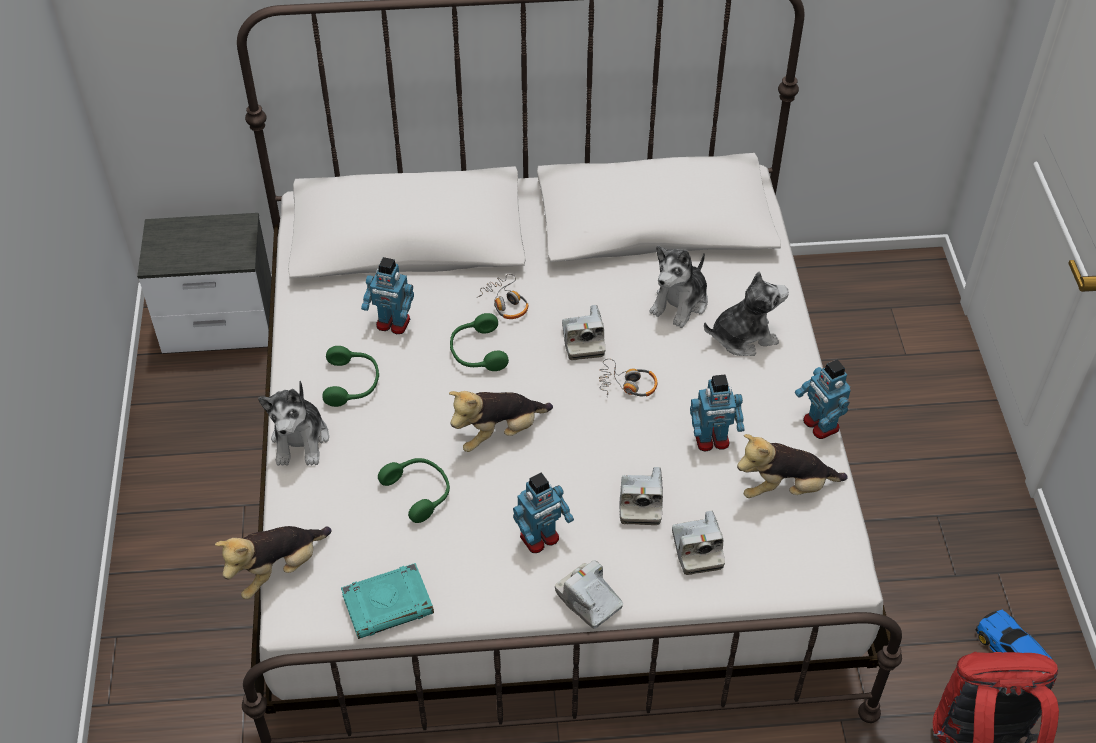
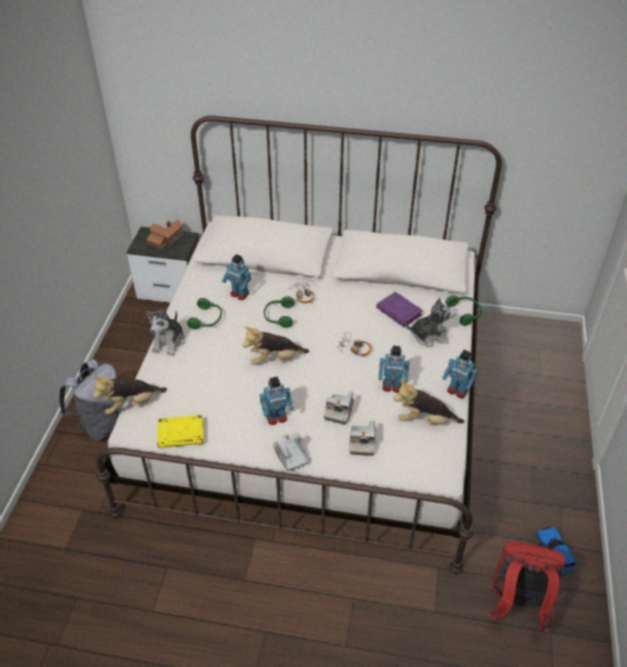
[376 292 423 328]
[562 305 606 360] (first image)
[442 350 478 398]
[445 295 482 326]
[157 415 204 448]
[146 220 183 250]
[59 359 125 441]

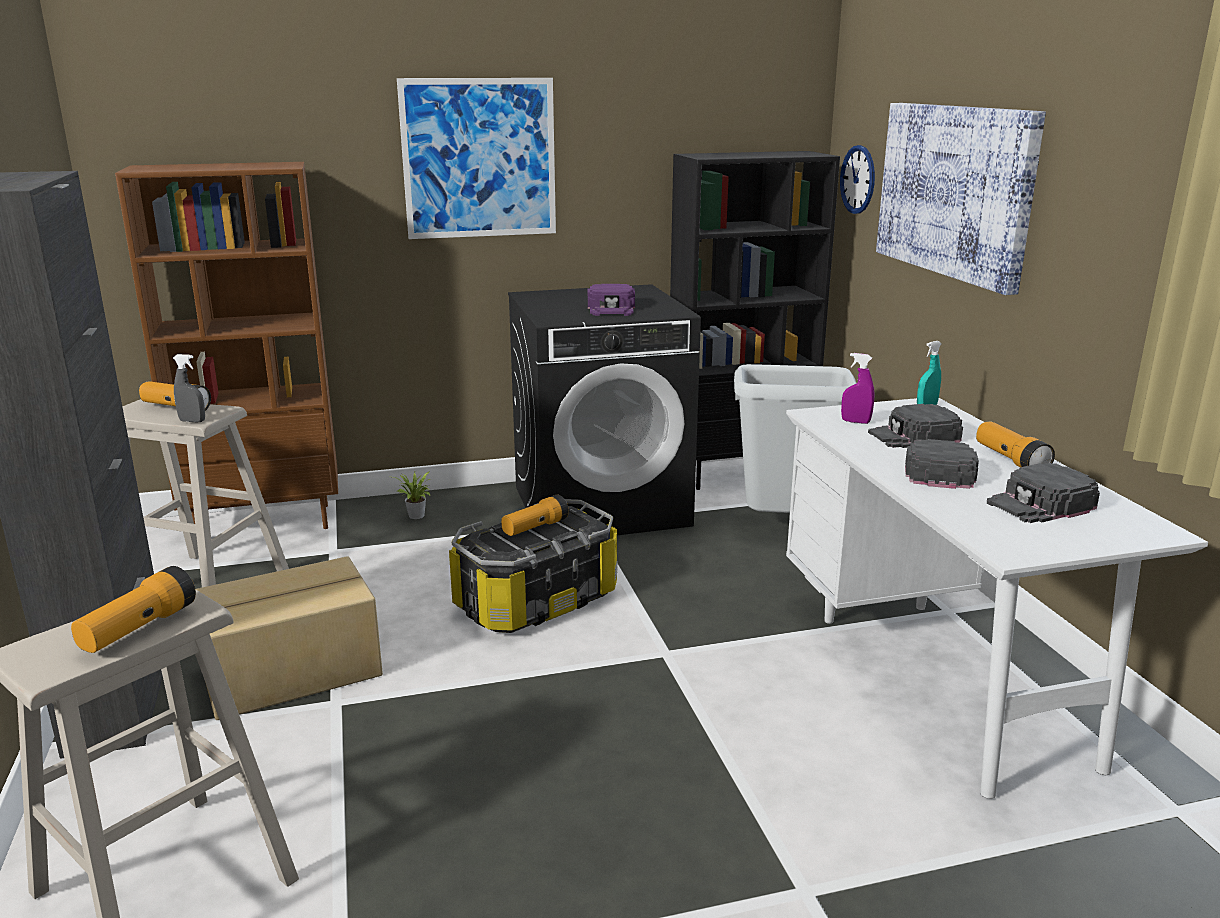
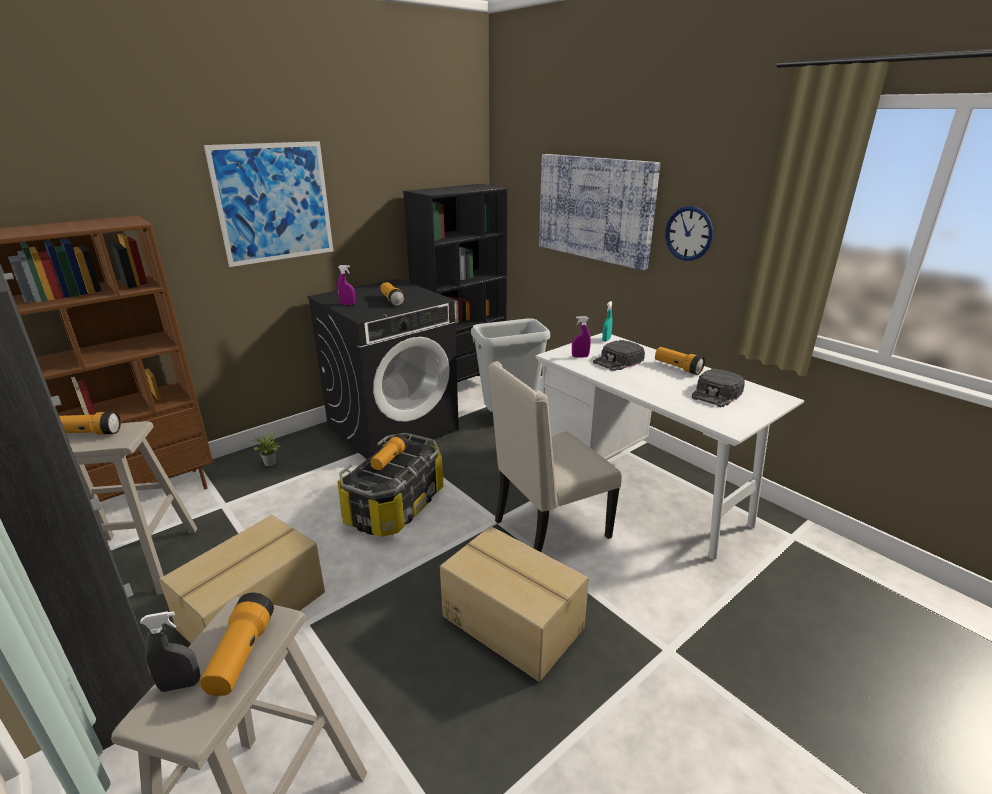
[665 206 713 261]
[380 282 406 306]
[140 611 200 692]
[905 439 979 489] (first image)
[338 265 355 305]
[488 361 622 552]
[440 526 589 682]

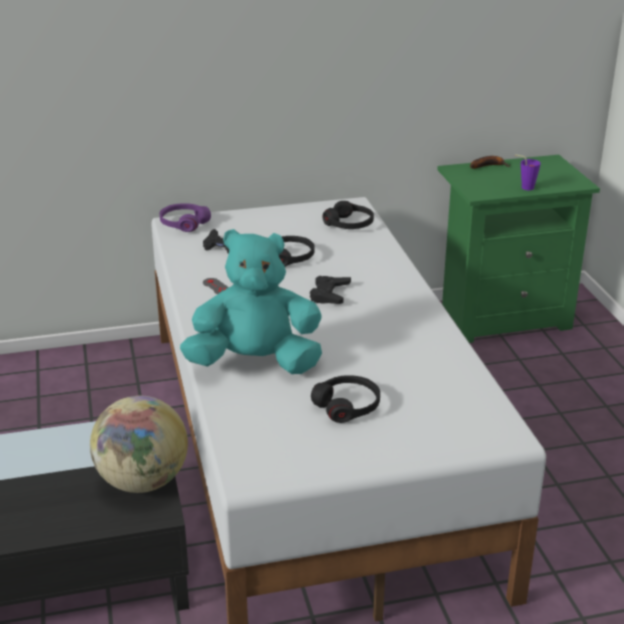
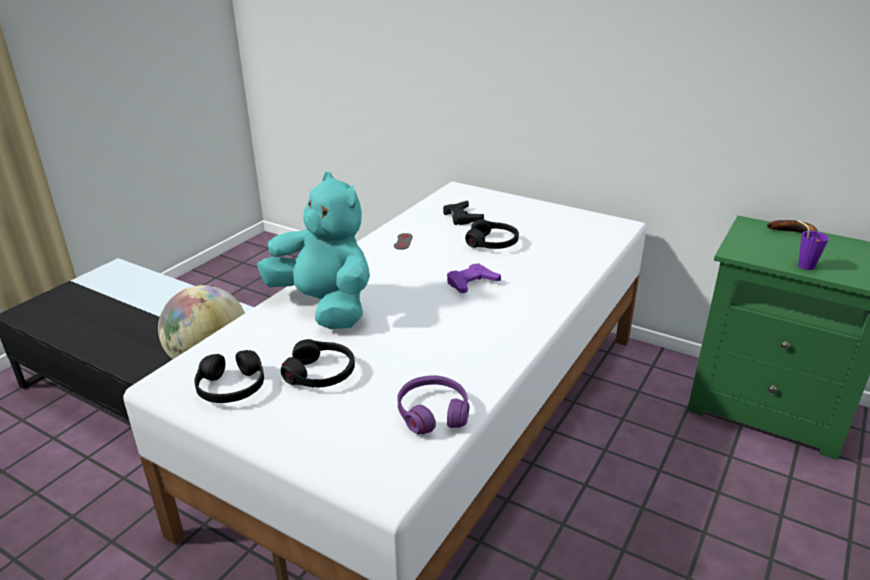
[194 350 264 403]
[398 375 469 434]
[447 263 501 294]

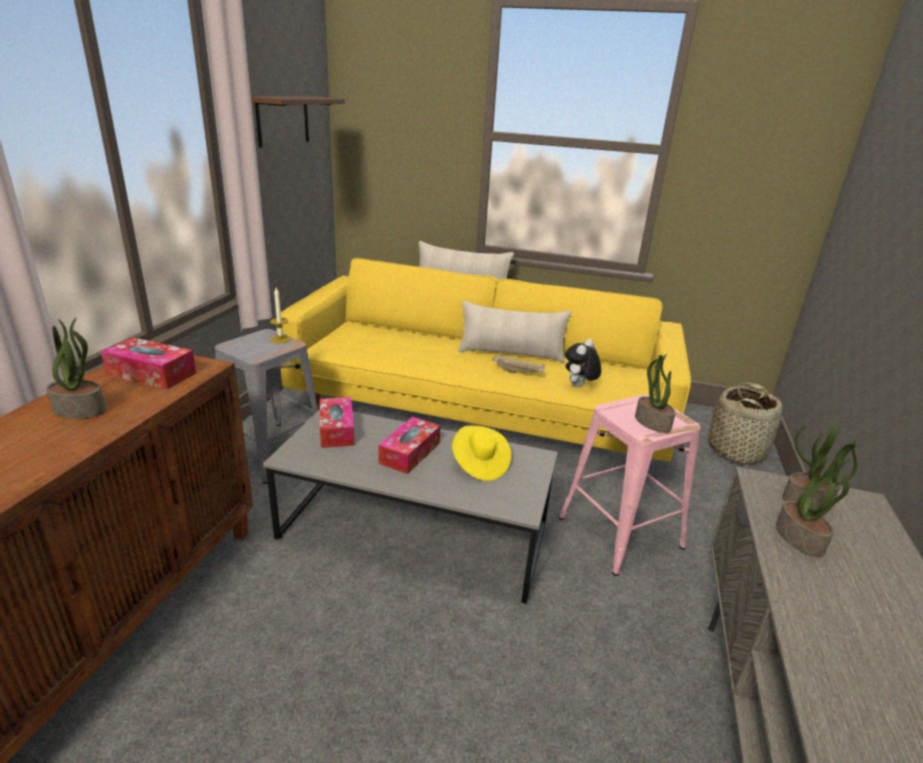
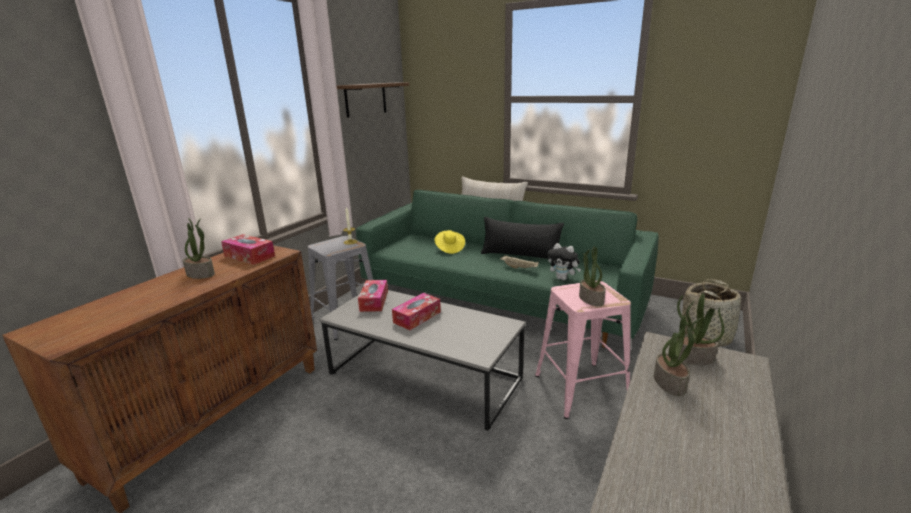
[356 190 659 348]
[481 217 564 259]
[548 243 581 280]
[434 230 465 254]

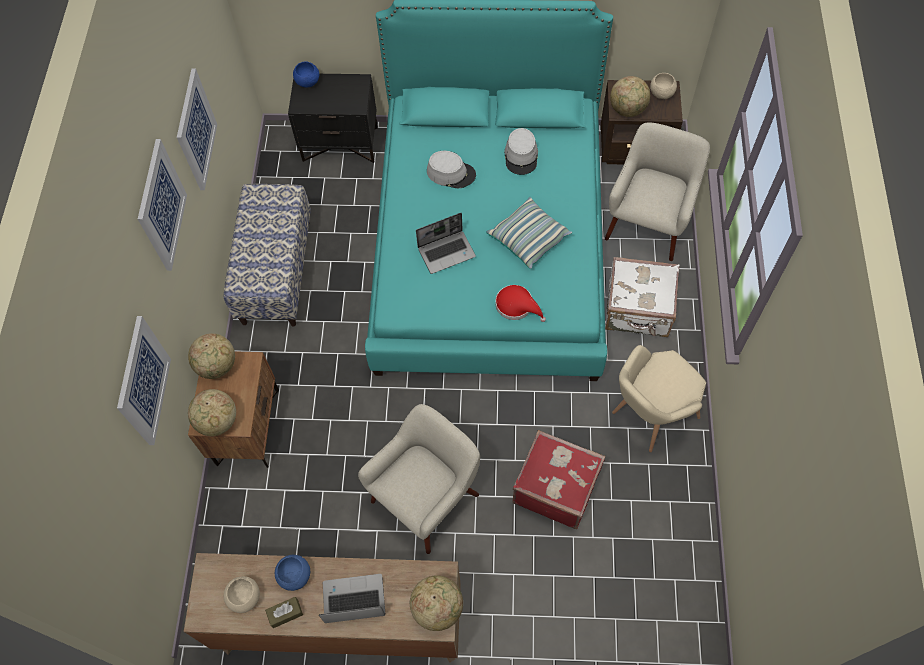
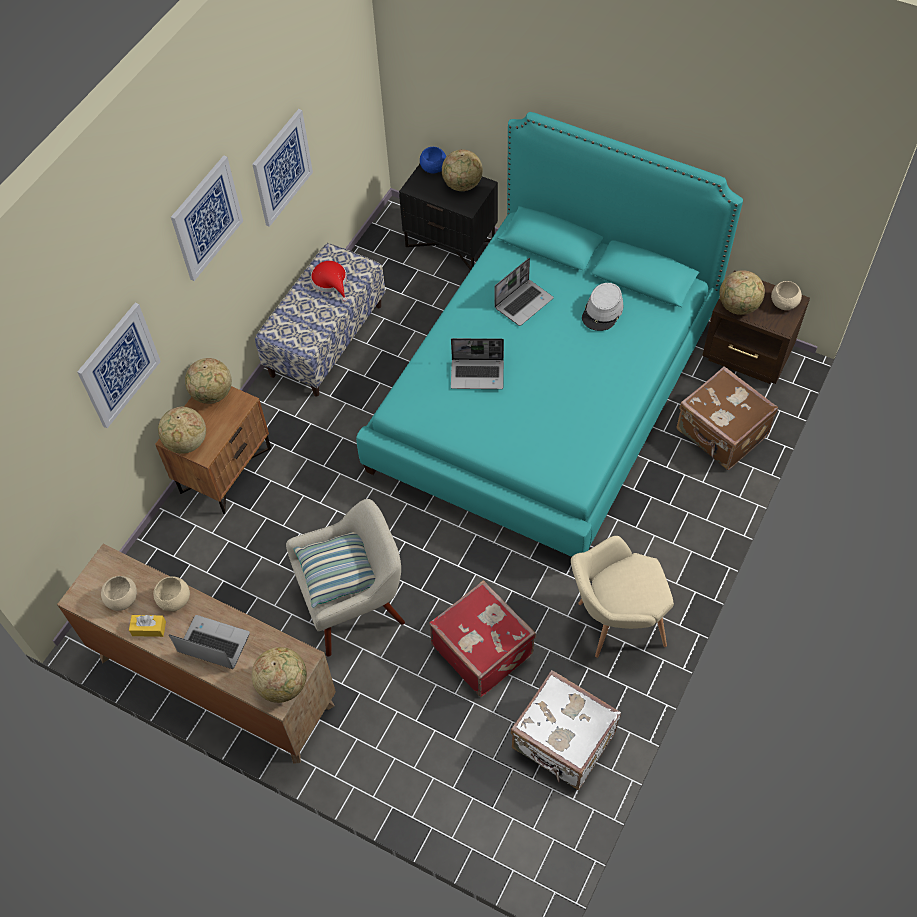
[677 366 778 470]
[495 258 554 326]
[294 532 375 608]
[510 670 621 790]
[311 261 347 302]
[153 576 190 612]
[129 615 166 637]
[442 149 483 191]

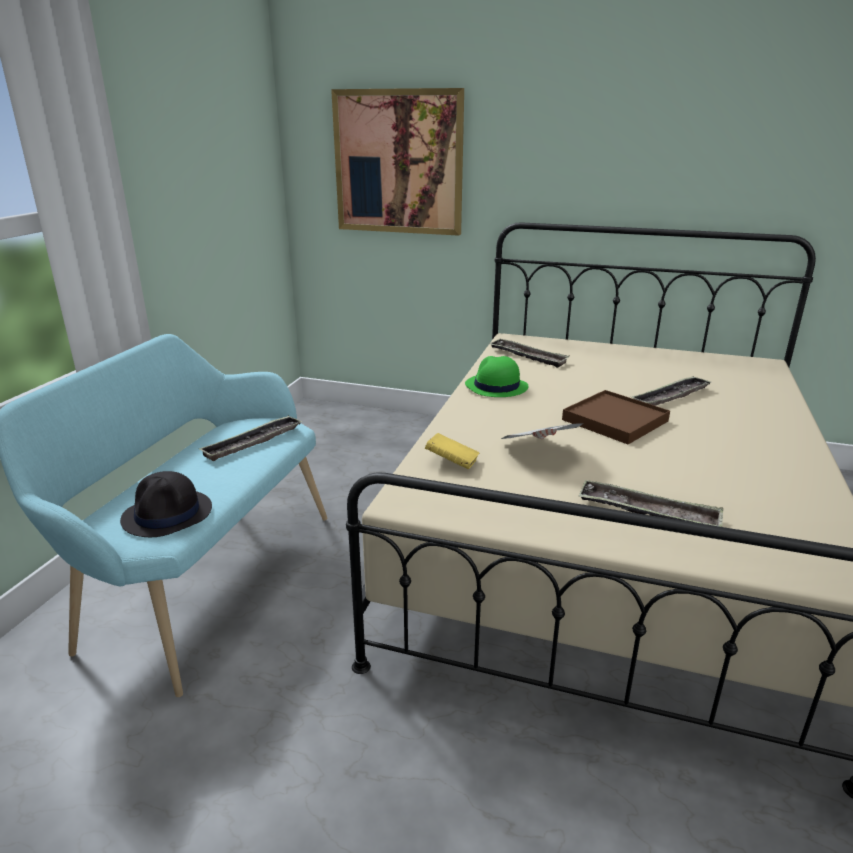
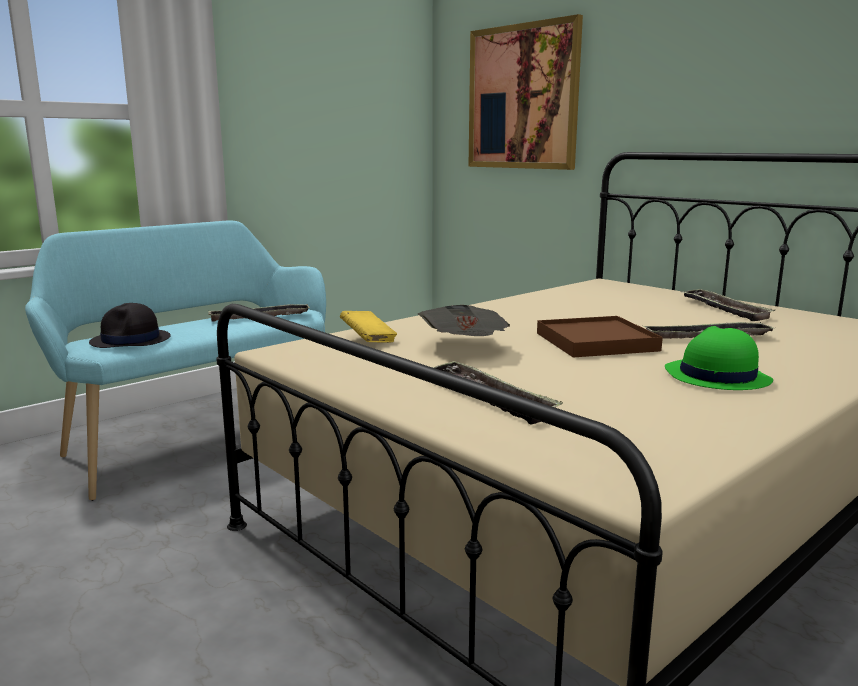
[682 289 775 321]
[665 326 773 390]

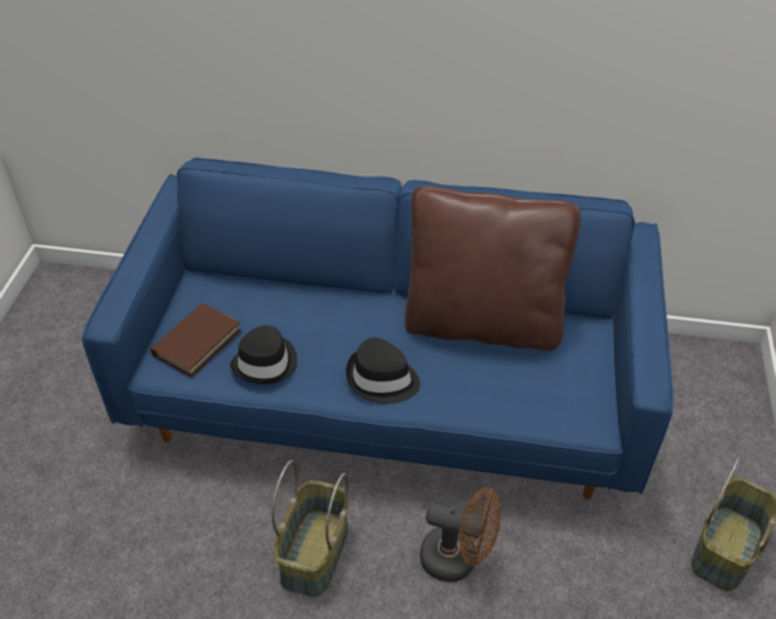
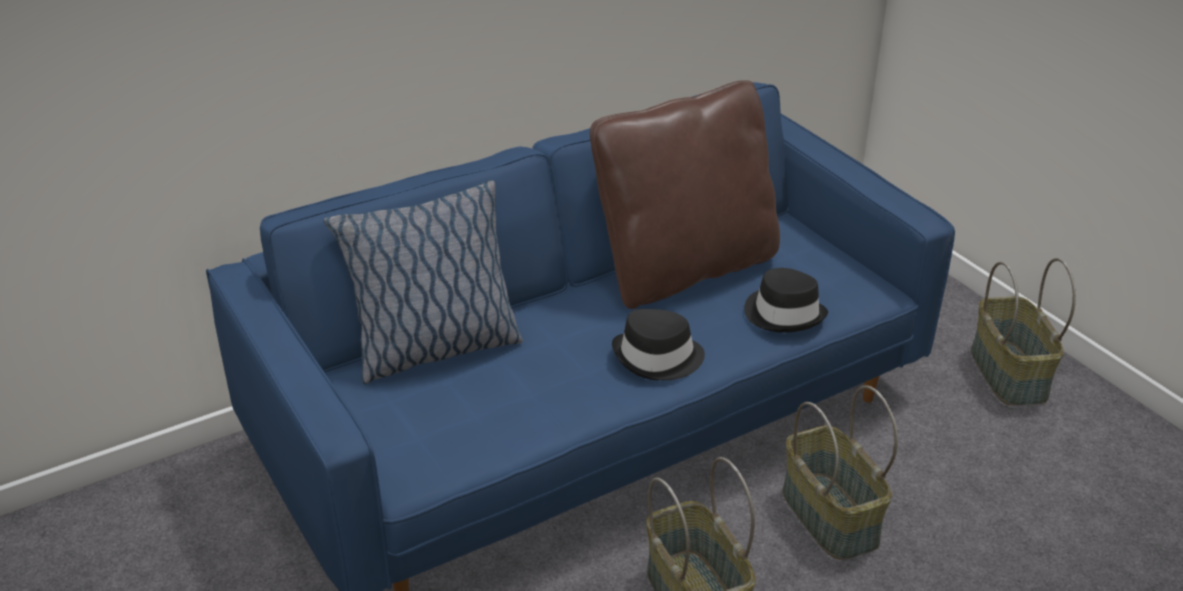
[151 303 241 377] (first image)
[744 268 828 332]
[782 385 898 560]
[323 179 523 384]

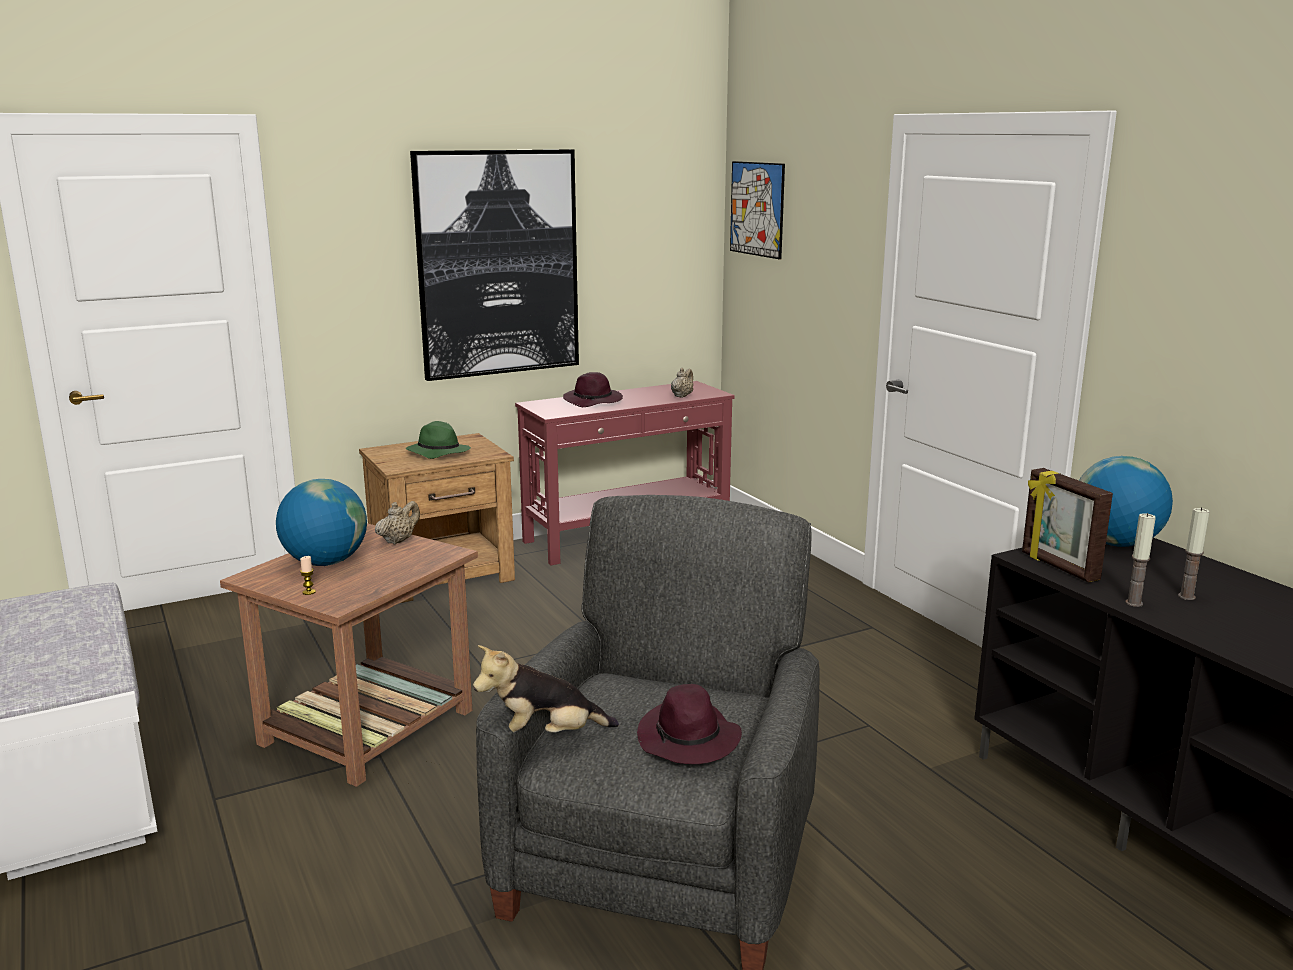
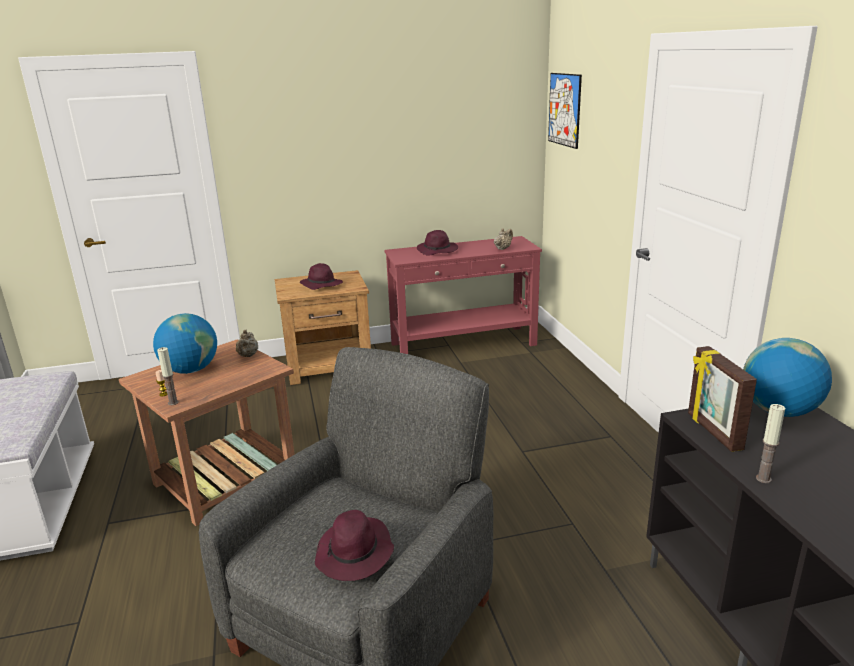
[410 149 579 381] (first image)
[300 263 343 290]
[236 330 258 357]
[157 347 179 405]
[473 645 619 733] (first image)

